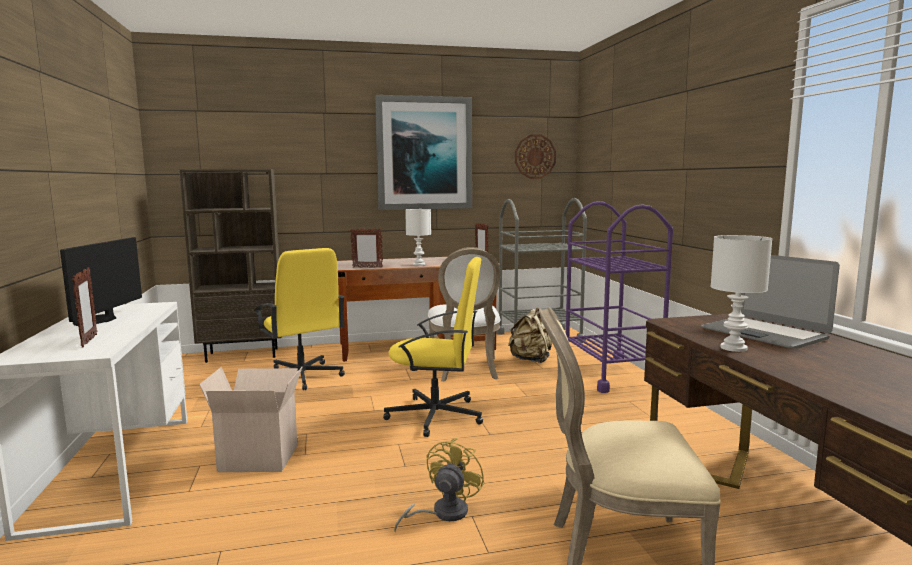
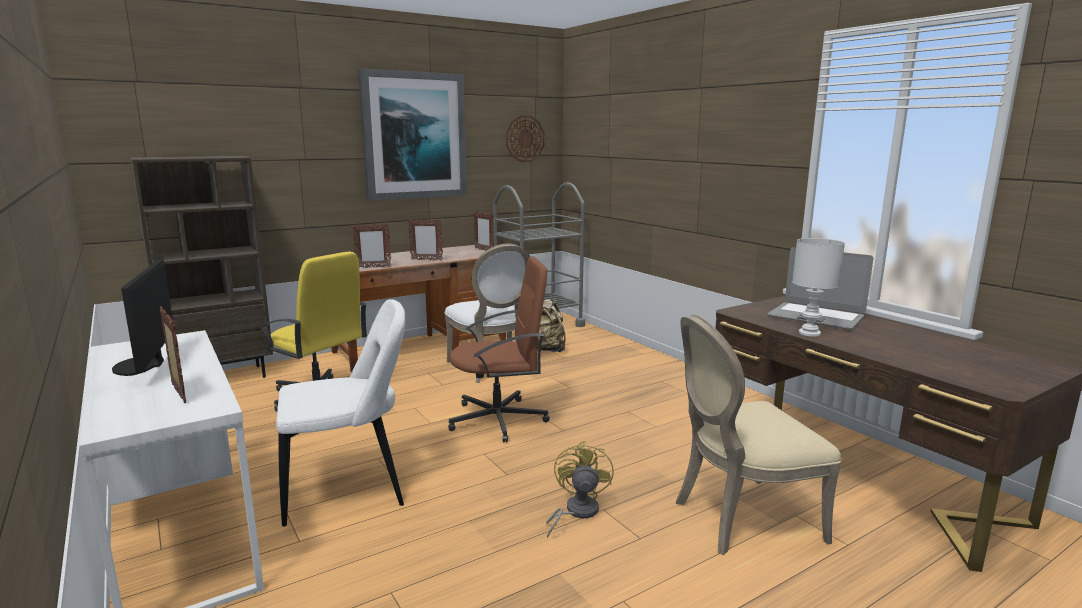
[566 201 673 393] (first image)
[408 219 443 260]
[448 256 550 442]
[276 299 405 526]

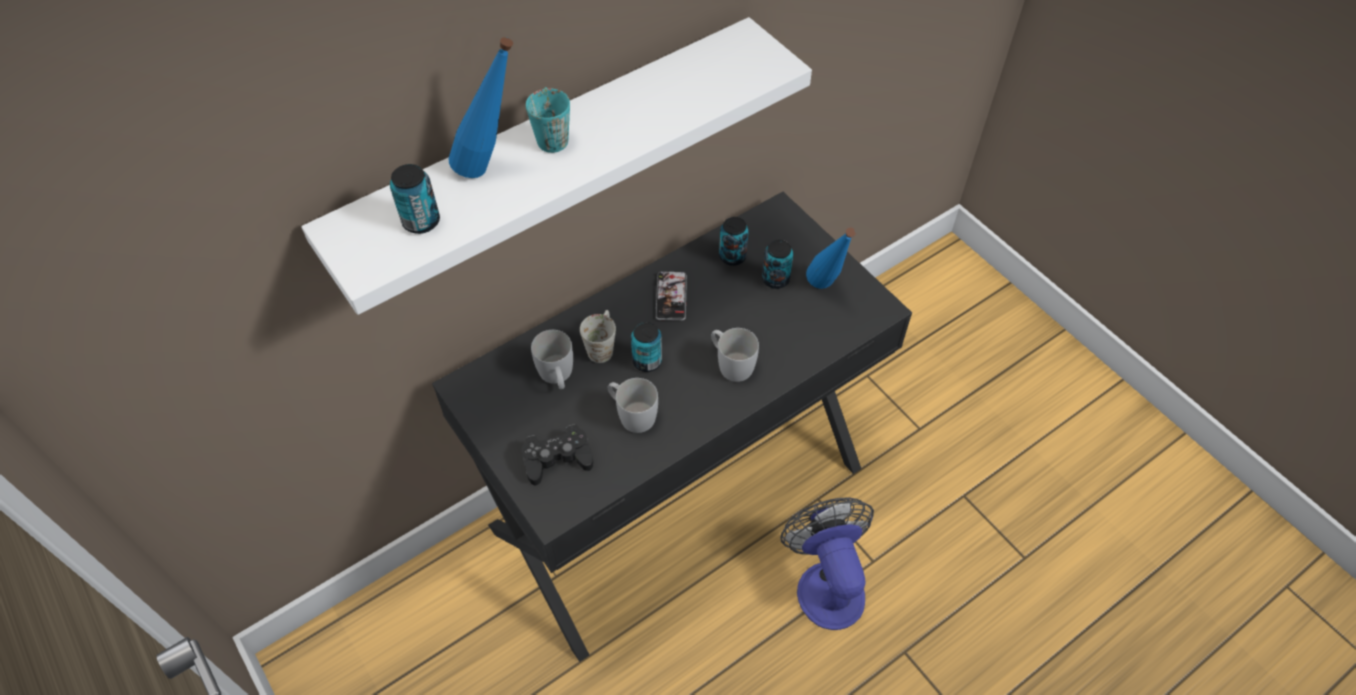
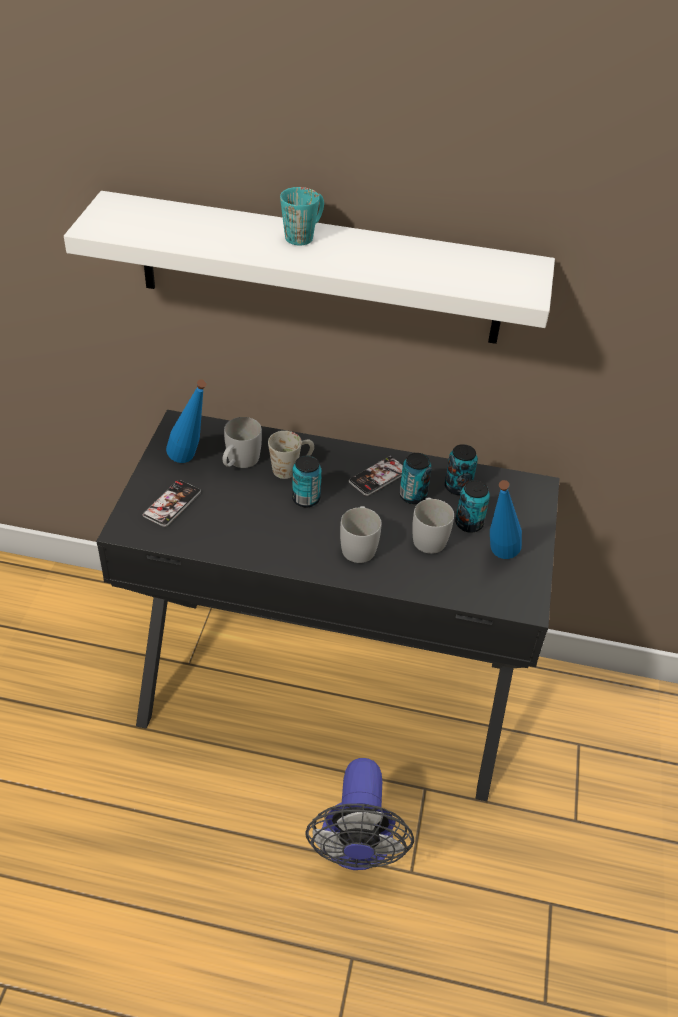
[166 379 207 463]
[399 453 432 504]
[412 498 454 554]
[143 480 201 527]
[305 758 414 870]

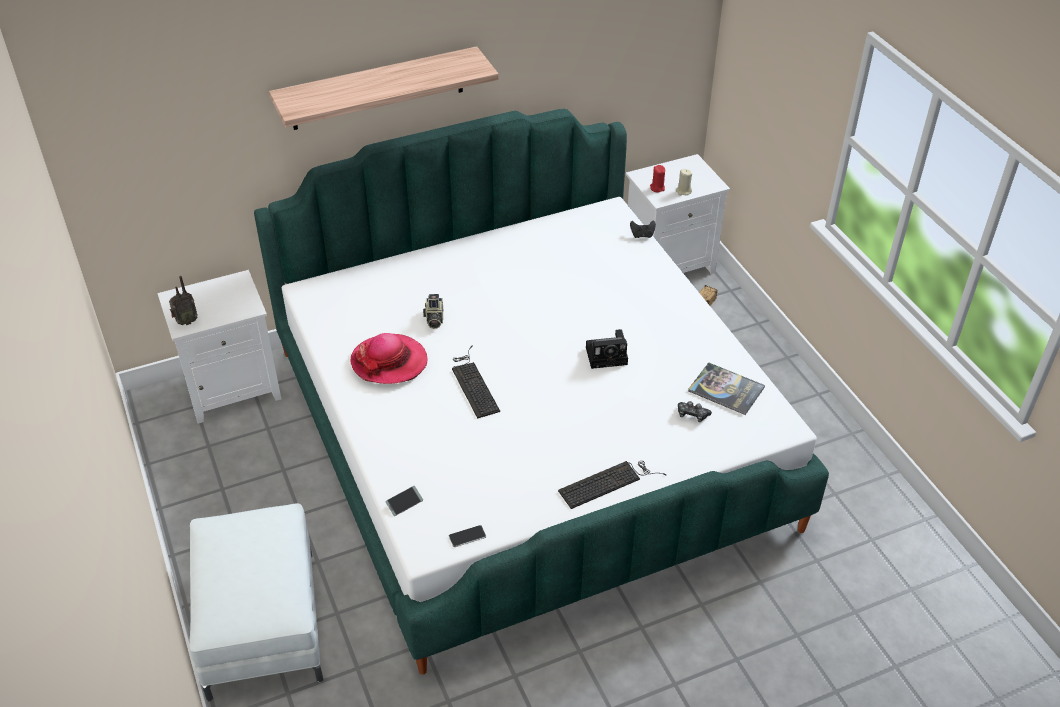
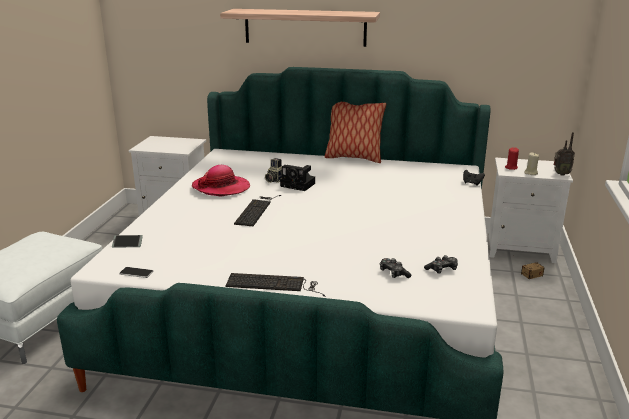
[553 132 575 176]
[280 165 315 191]
[424 255 458 274]
[324 102 386 163]

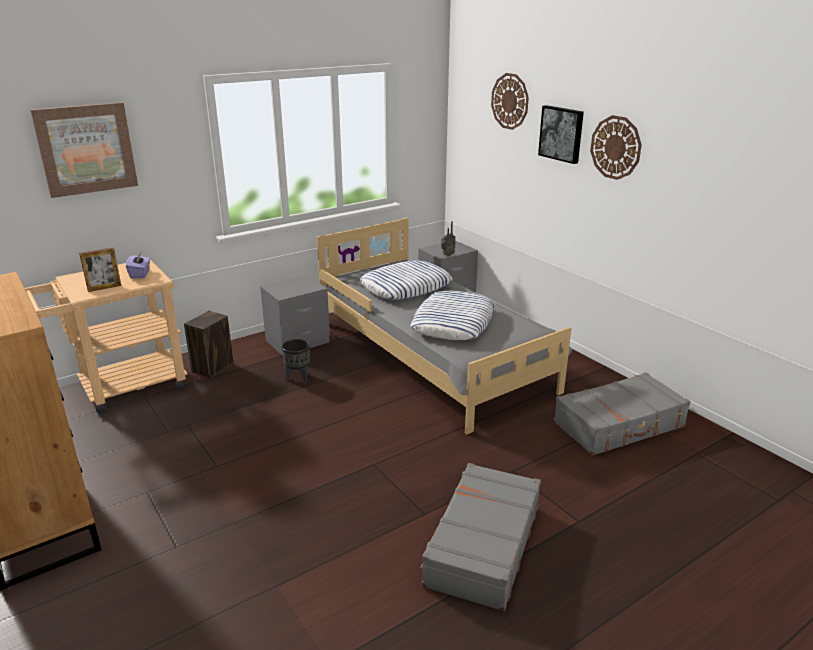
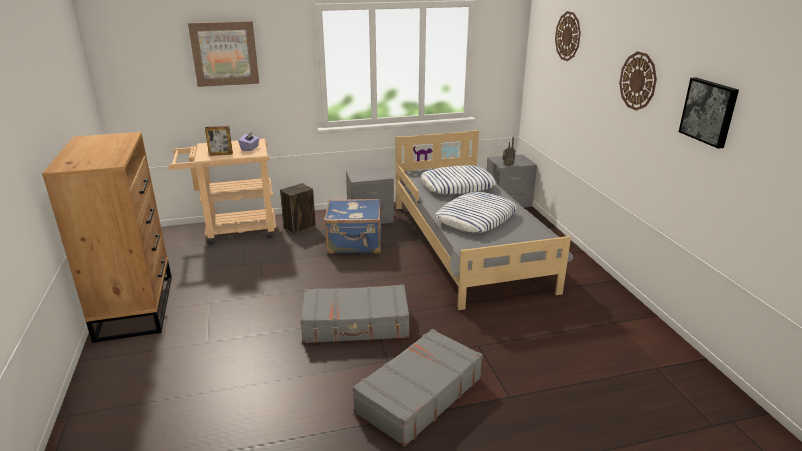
[679 77 739 149]
[324 198 381 254]
[300 284 409 343]

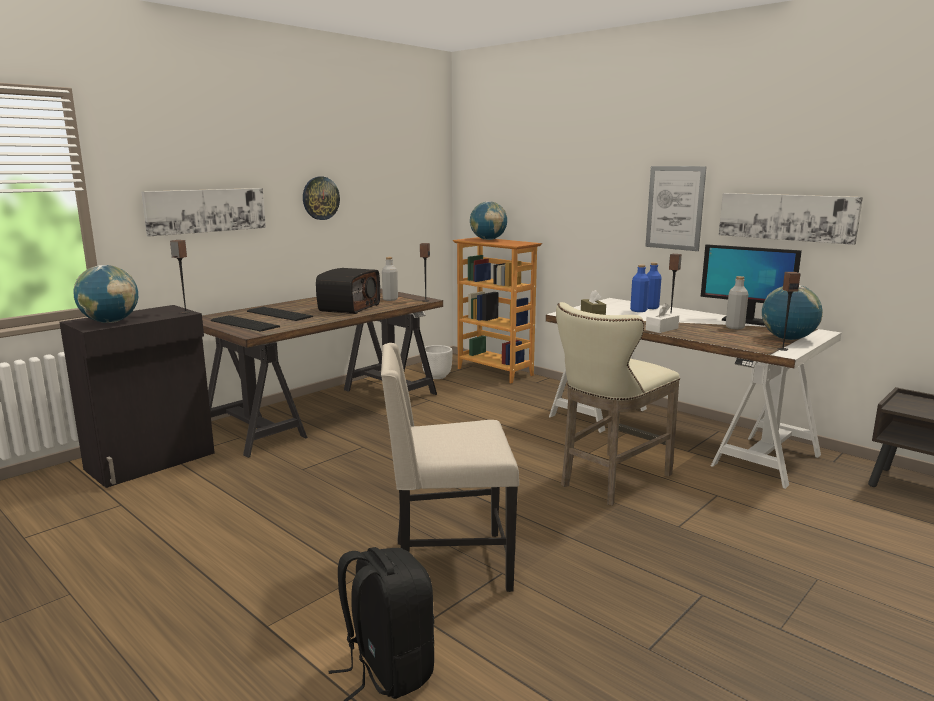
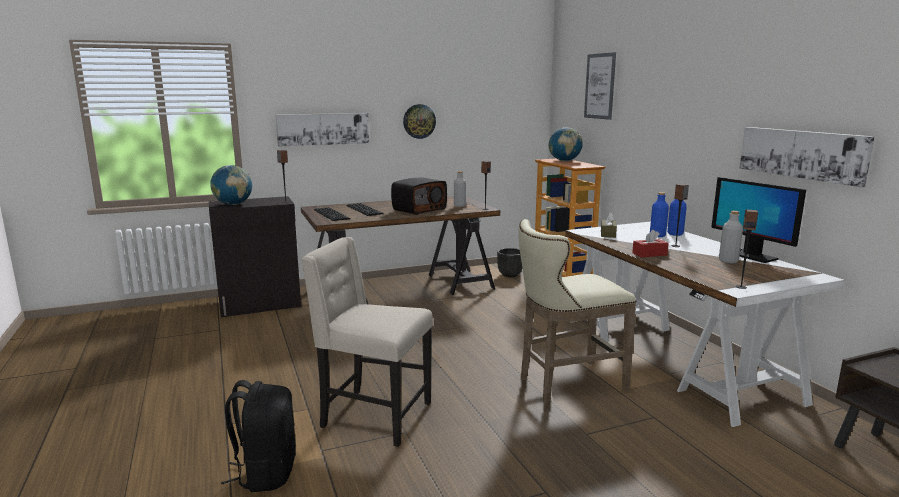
[584 52 616 120]
[762 285 823 340] (first image)
[632 230 669 257]
[497 248 522 277]

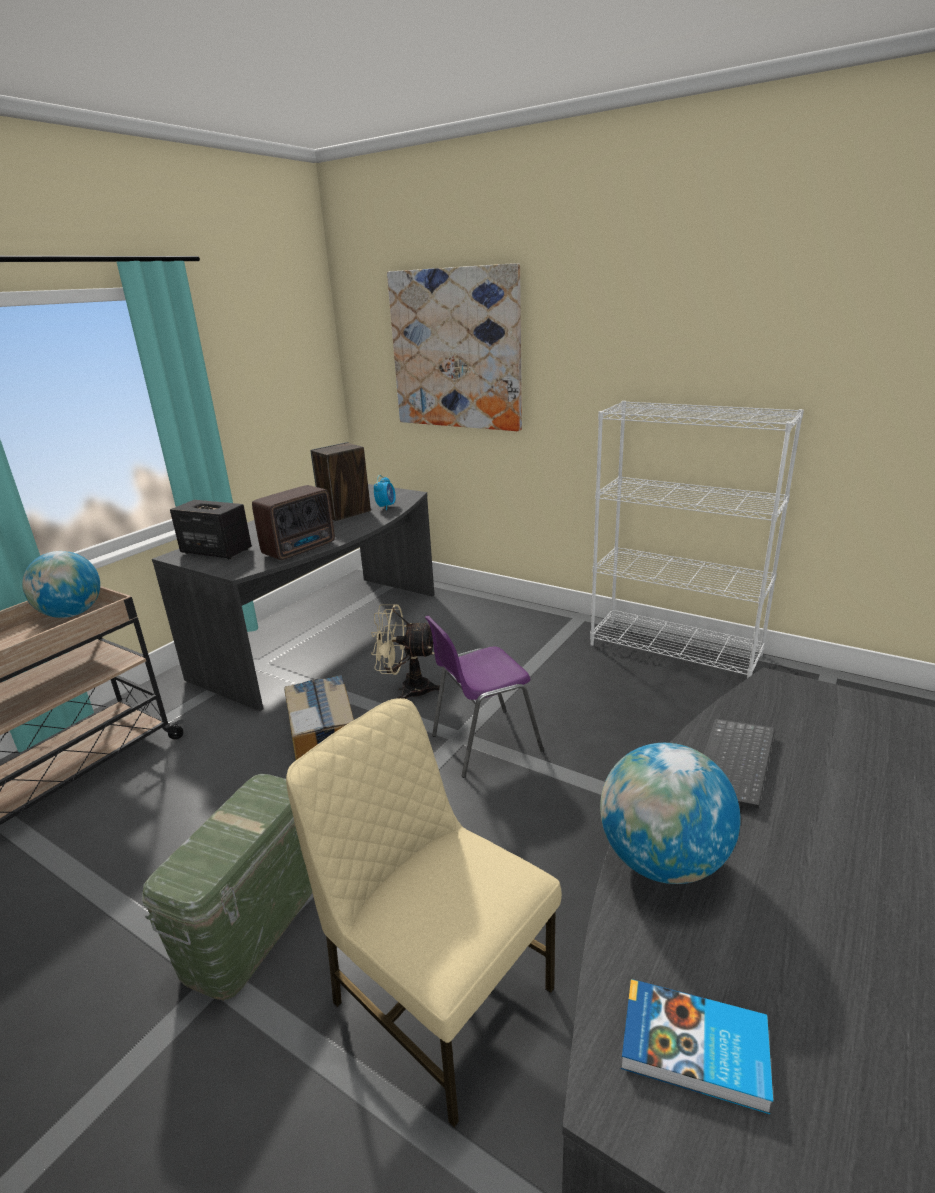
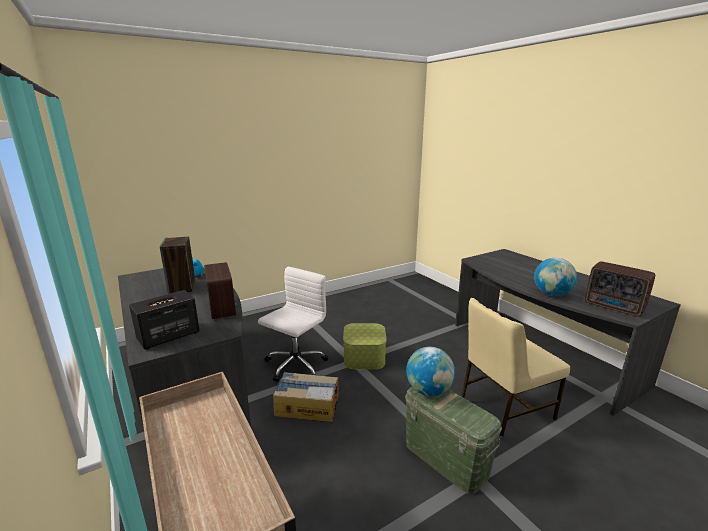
[387 263 522 431] (first image)
[590 401 804 678] (first image)
[406 347 455 396]
[258 267 328 382]
[343 323 386 369]
[703 719 775 809] (first image)
[585 261 655 317]

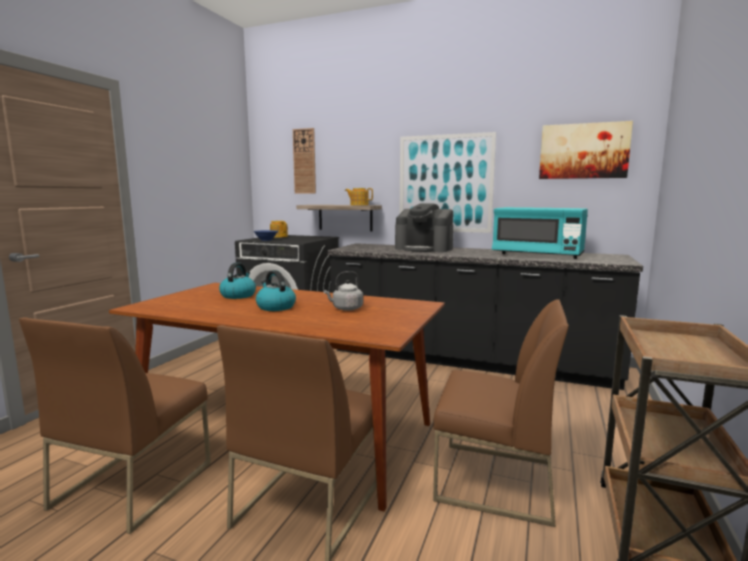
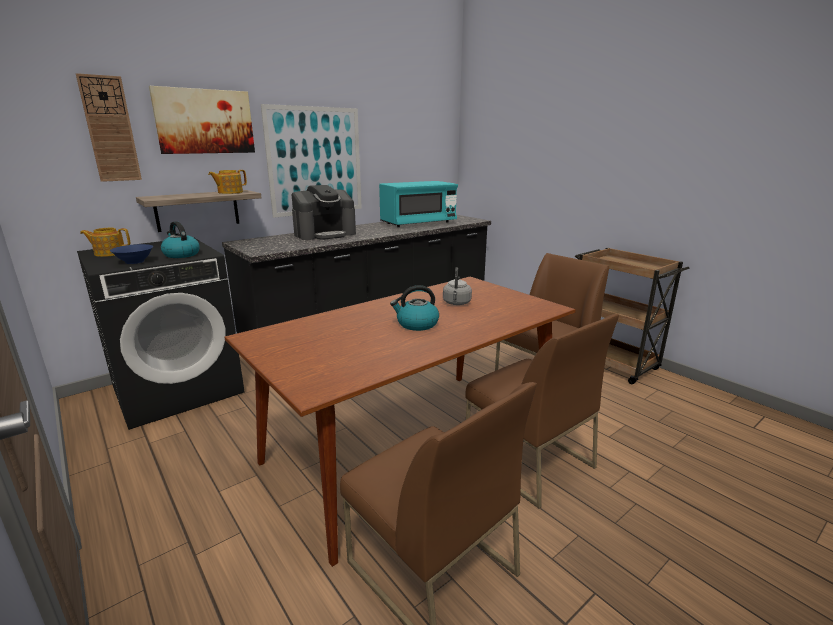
[149 86 255 154]
[161 221 200 258]

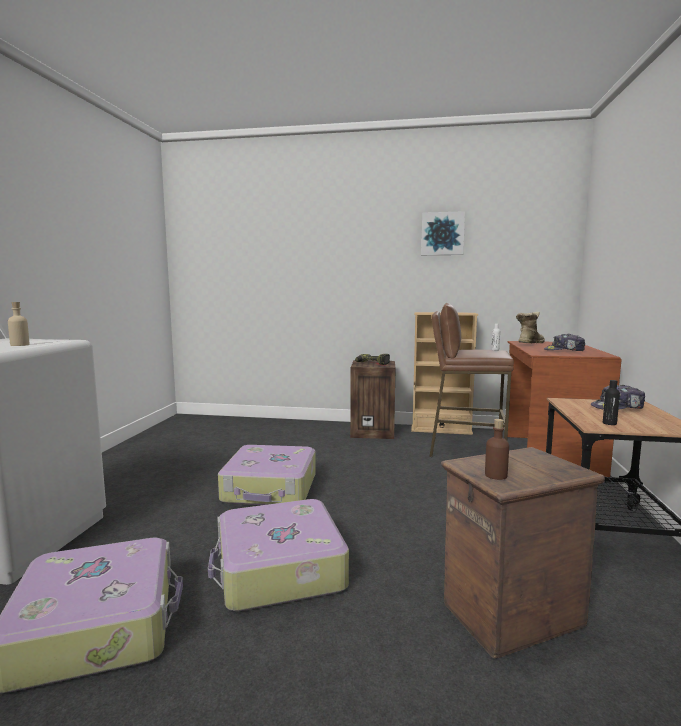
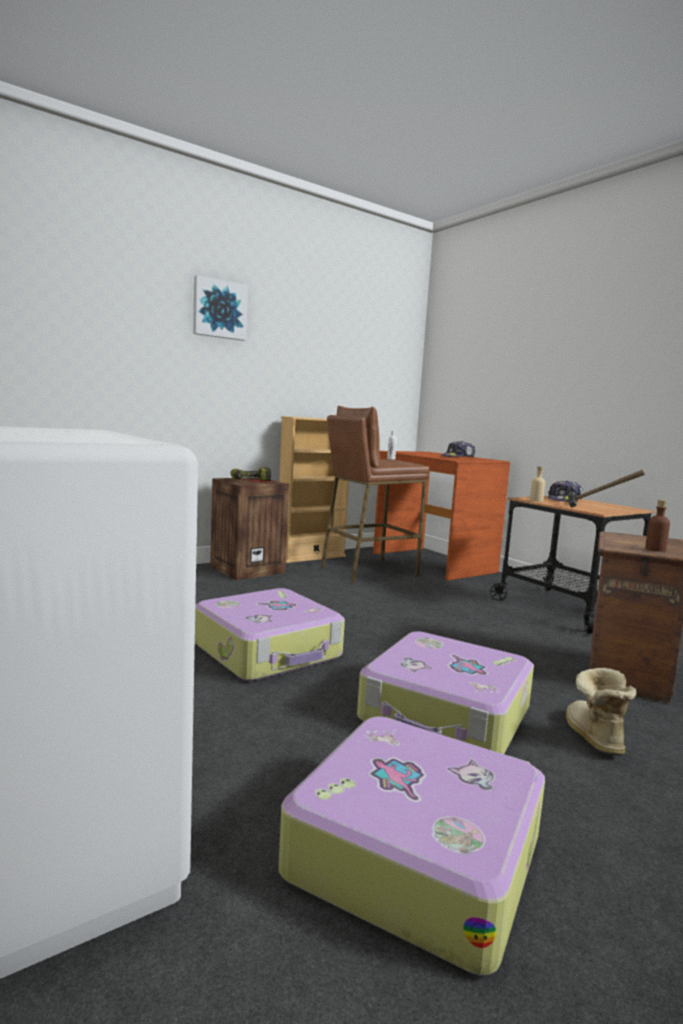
[193 275 248 341]
[530 466 545 502]
[566 668 636 756]
[568 470 645 508]

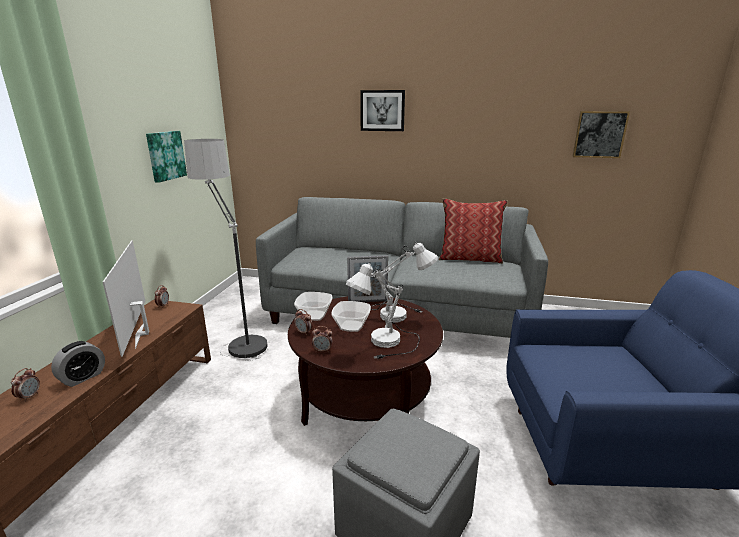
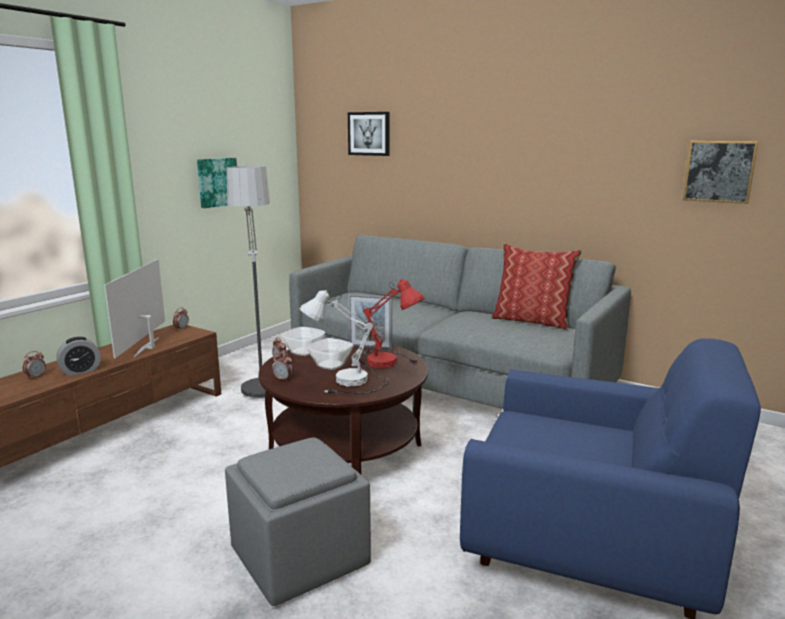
[348 112 390 156]
[363 278 424 368]

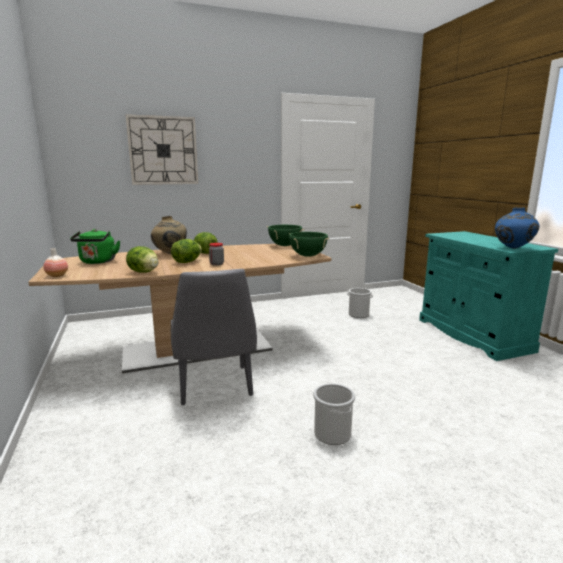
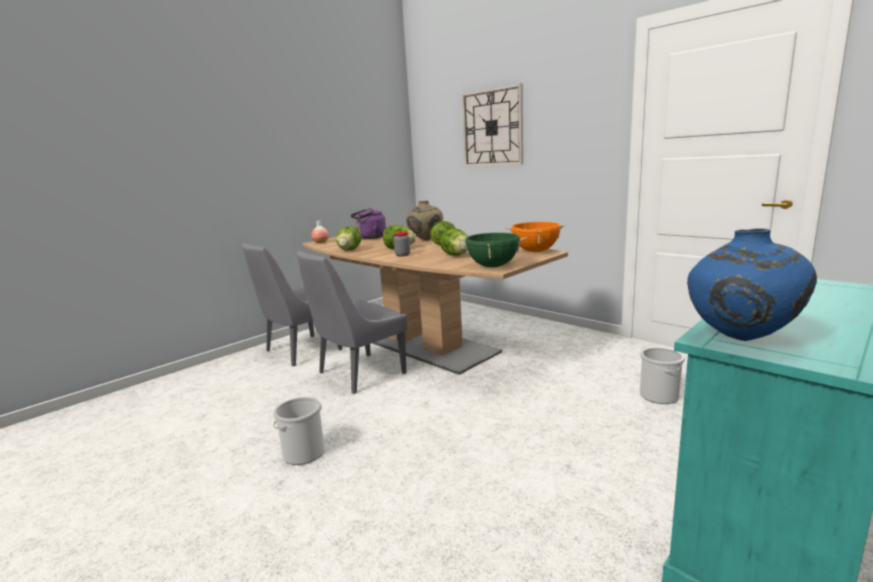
[506 222 566 252]
[351 208 386 239]
[440 228 468 256]
[242 243 342 366]

